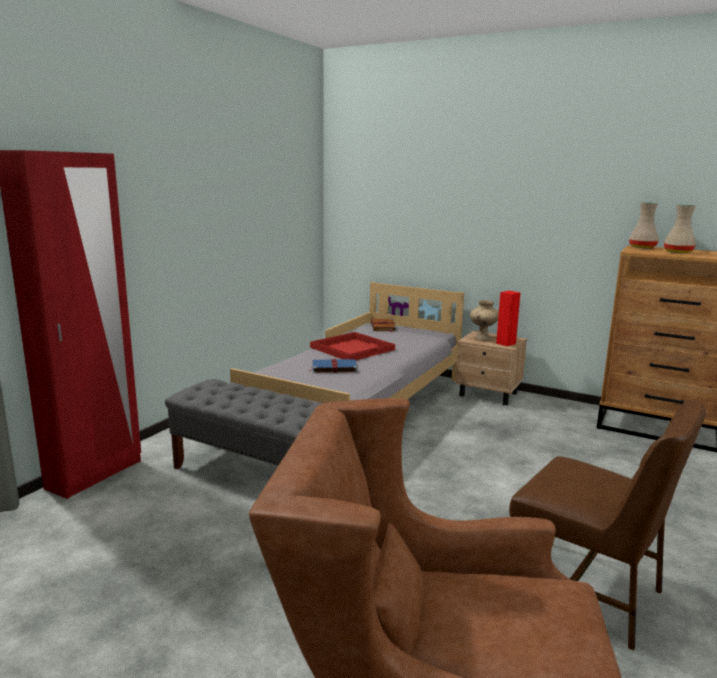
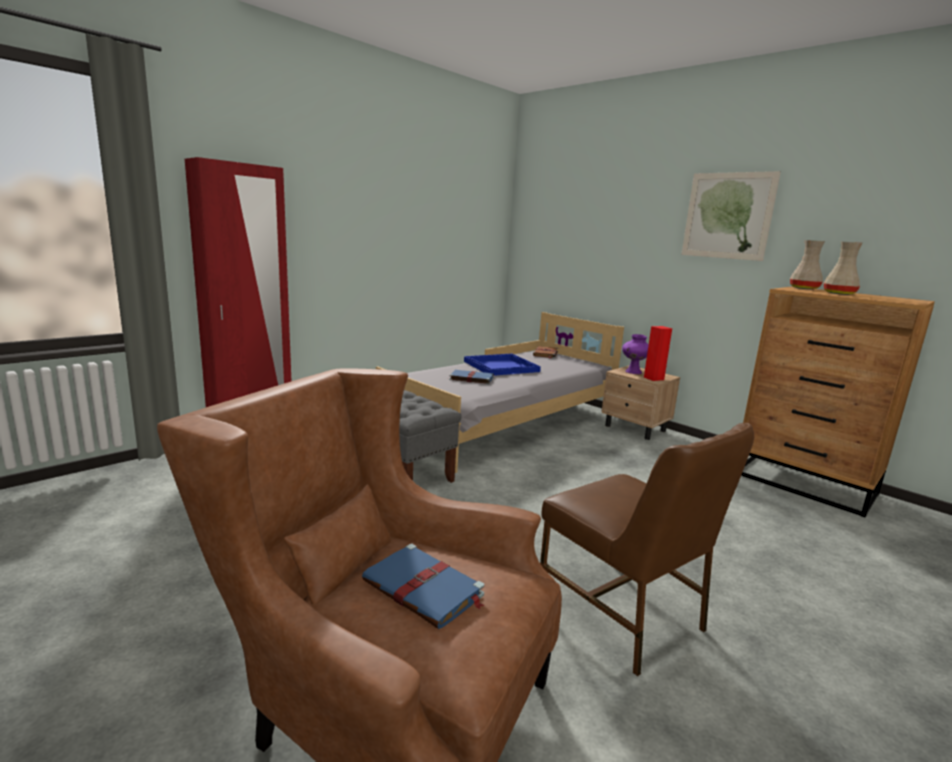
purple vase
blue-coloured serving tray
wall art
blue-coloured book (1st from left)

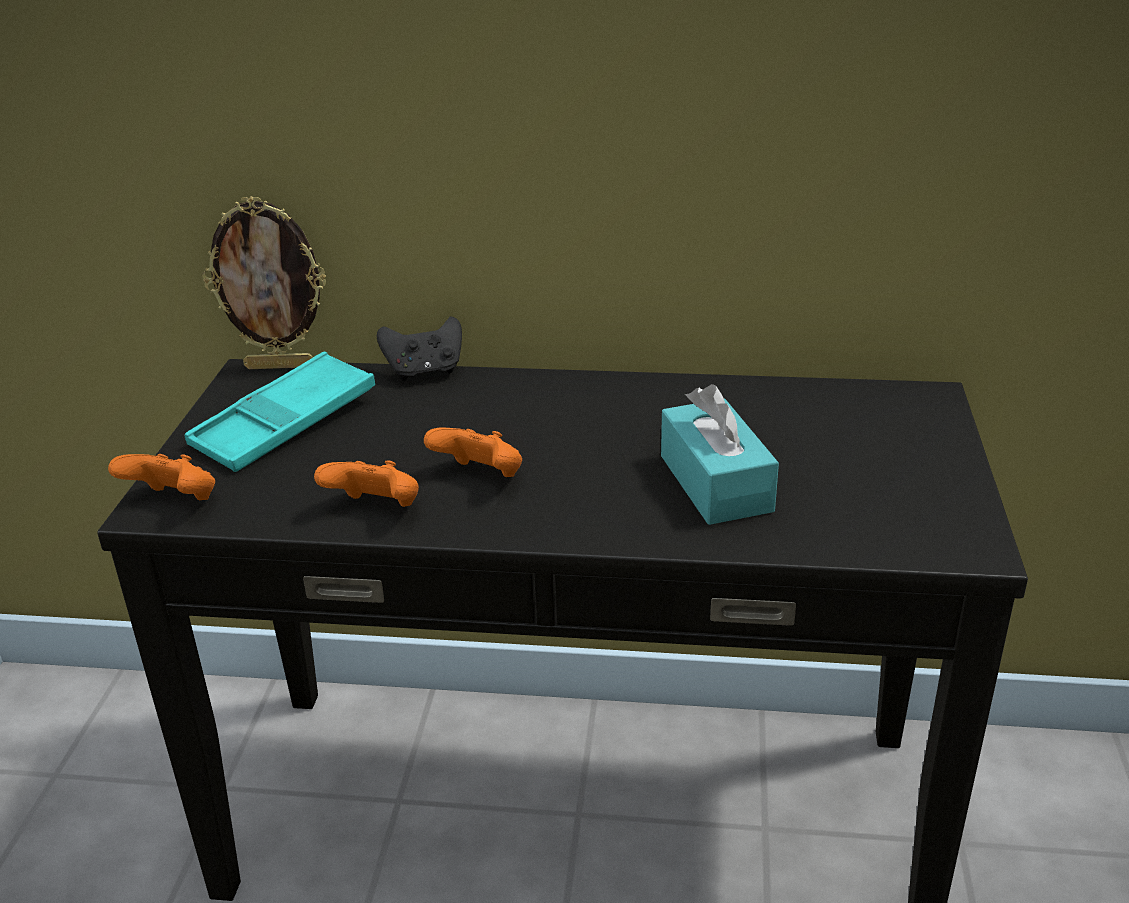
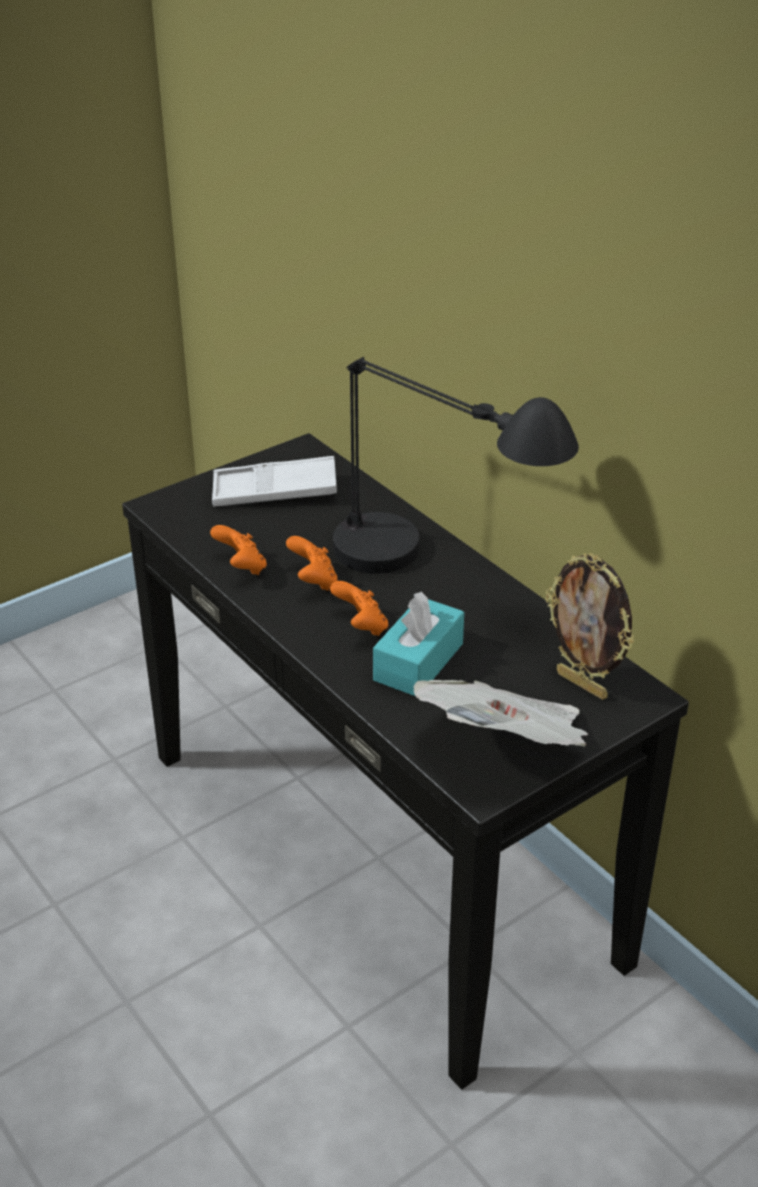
standing frame
black-coloured game controller
whitish serving tray
orangey game controller (3rd from left)
black-coloured tabletop lamp
daily paper

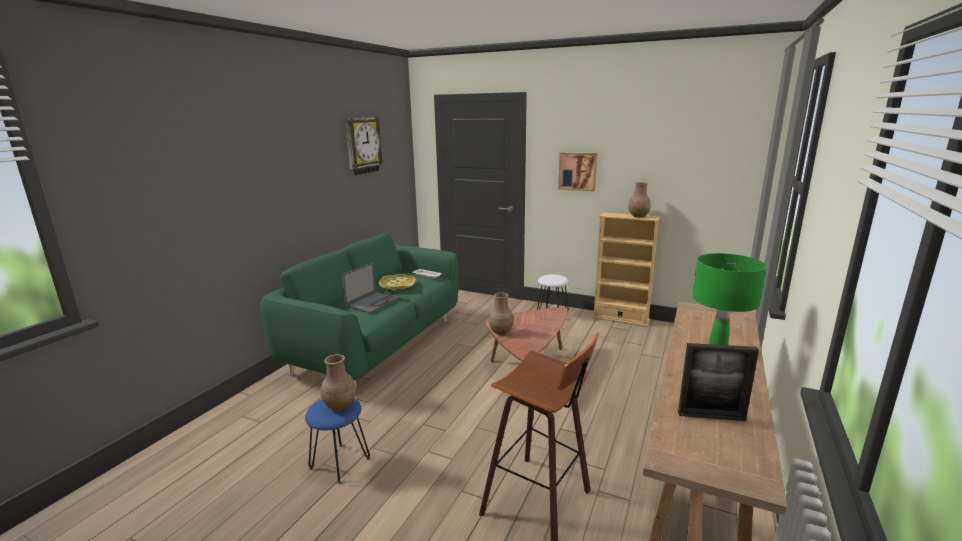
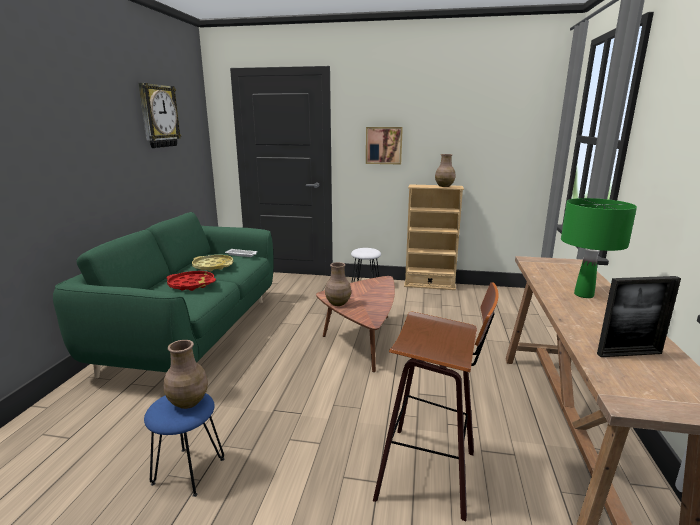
red-coloured serving tray

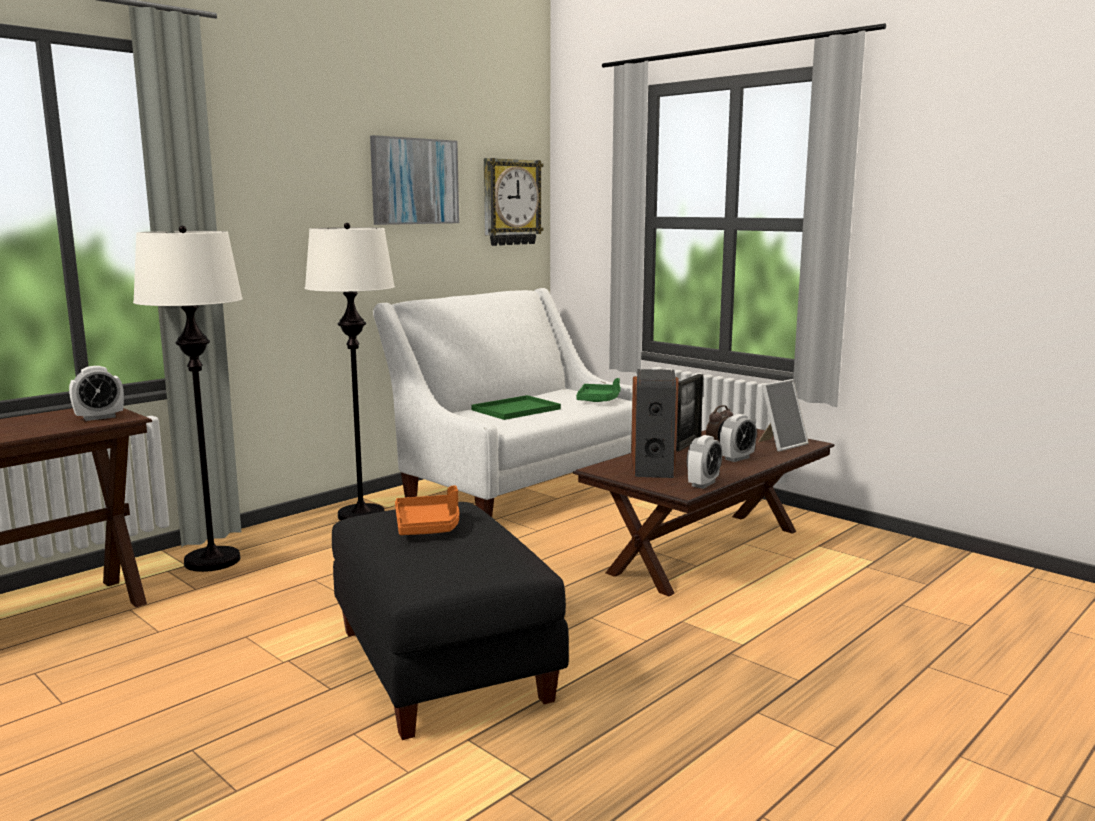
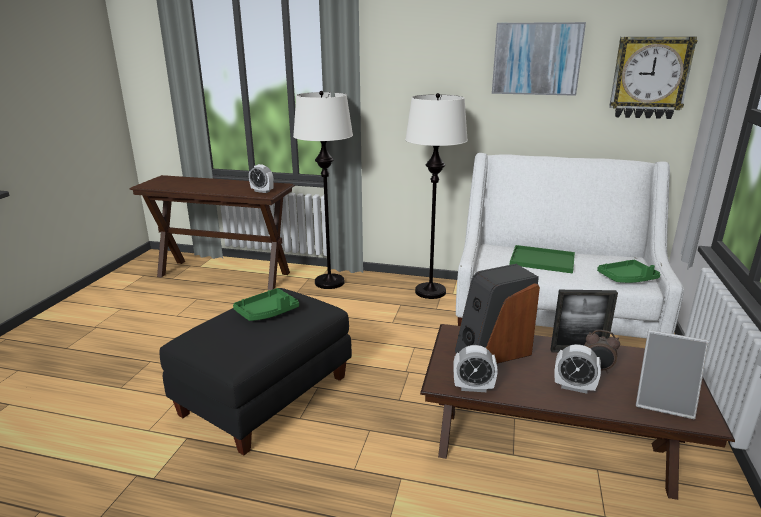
green serving tray (1st from left)

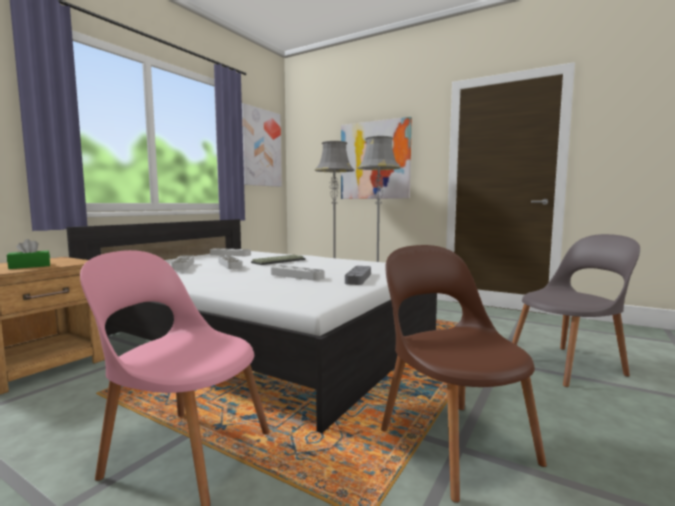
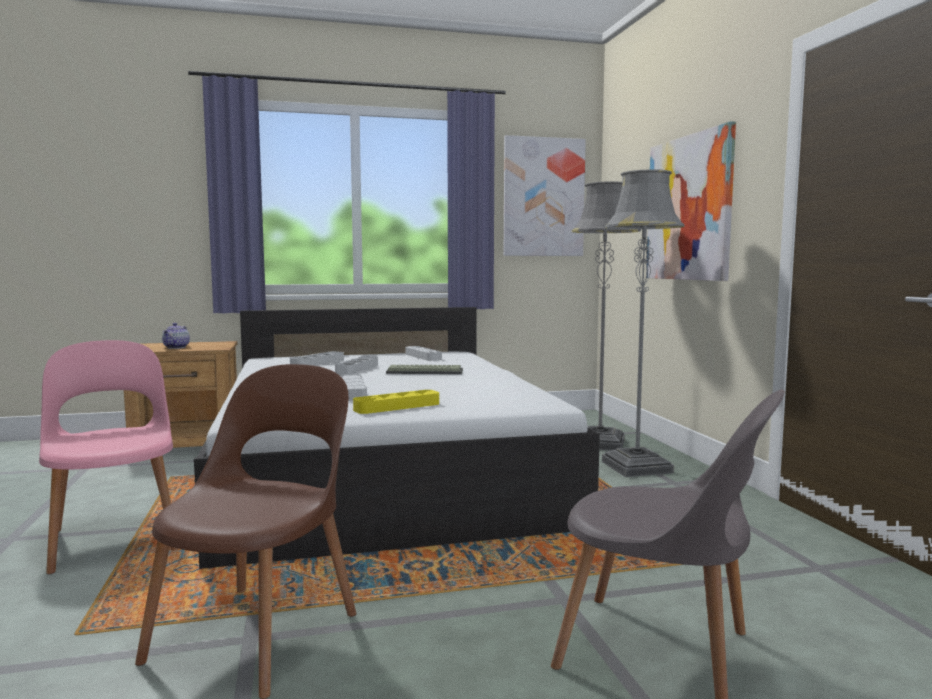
tea pot
yellow serving tray

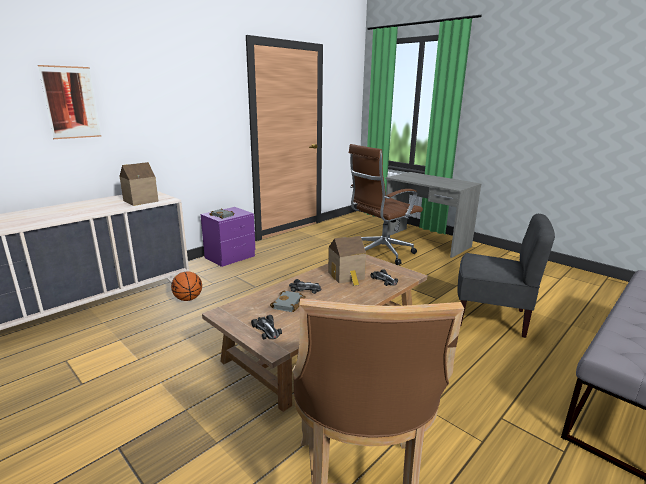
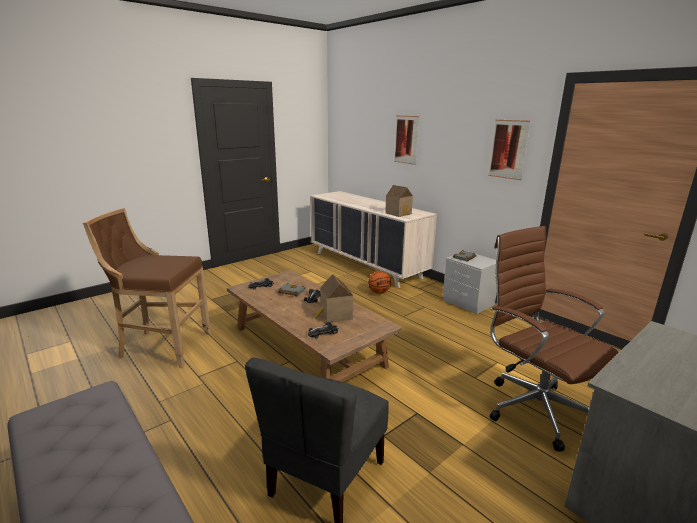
gray night table
wall art (2nd from left)

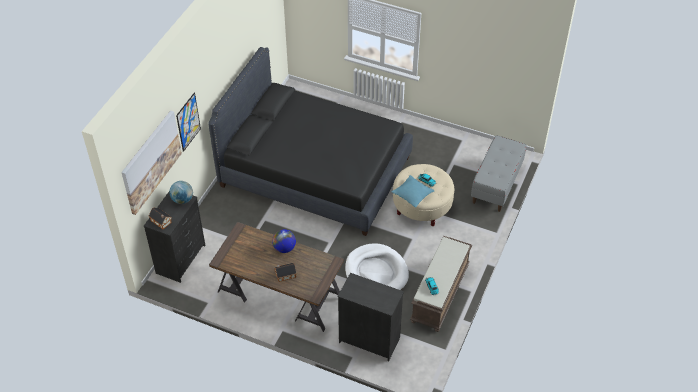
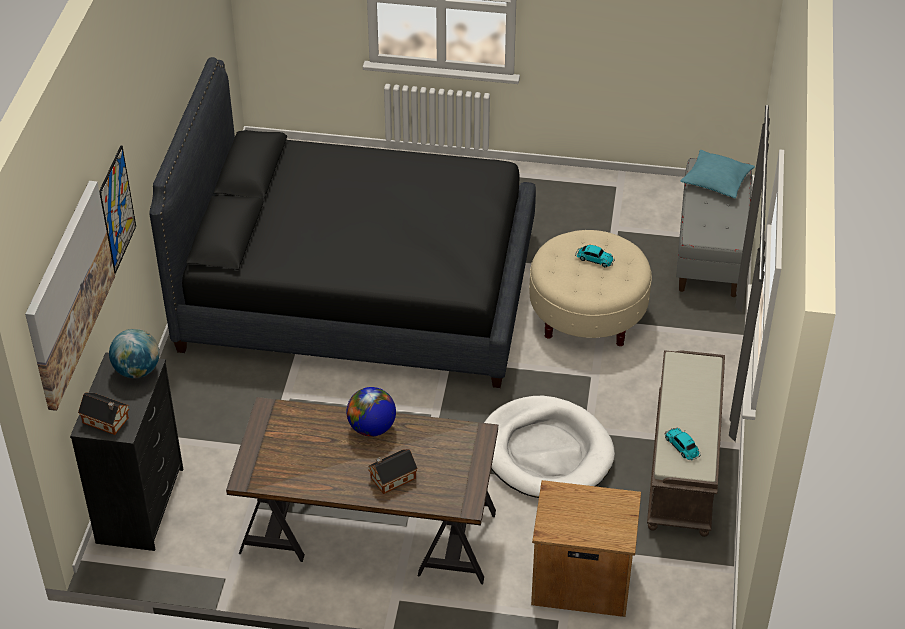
turquoise throw pillow
brown-coloured night table

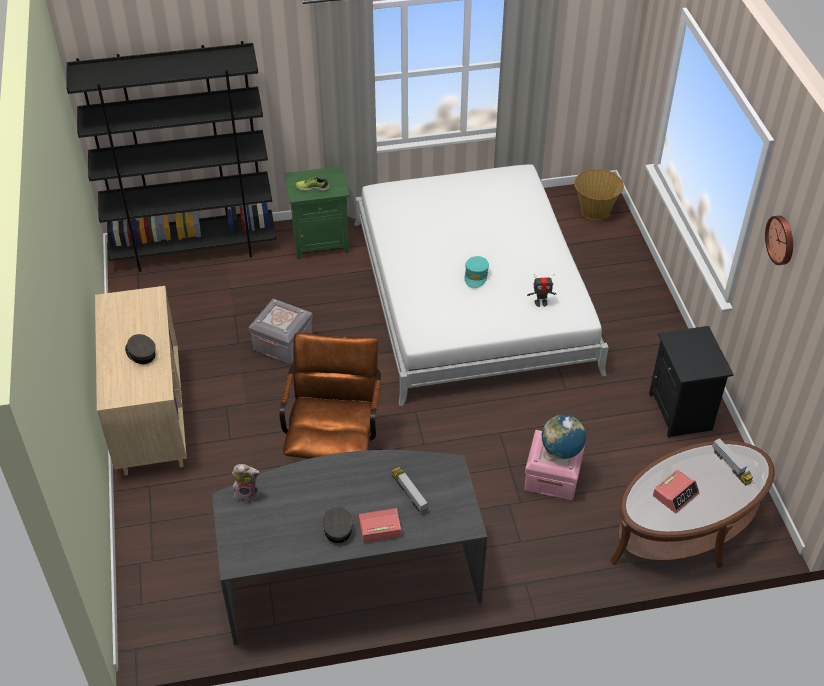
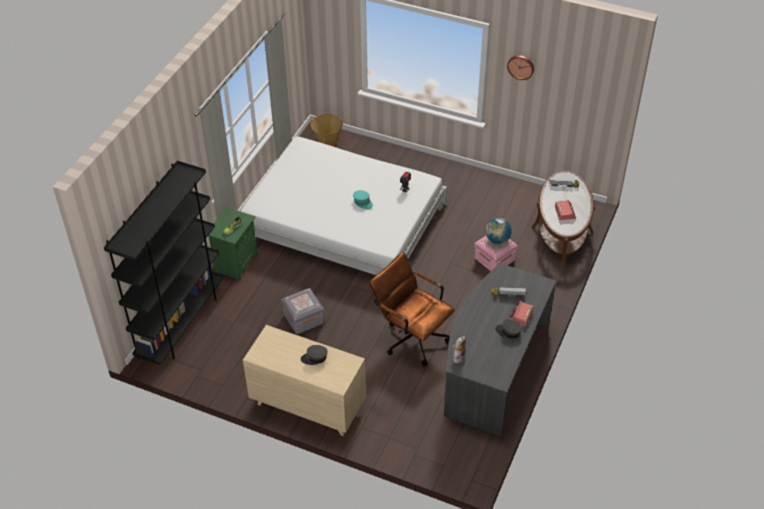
black-coloured night table

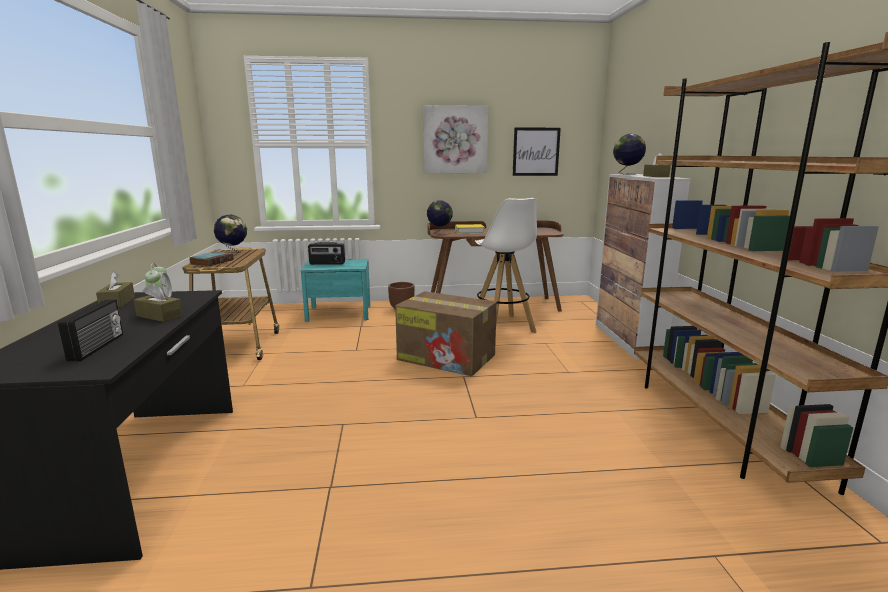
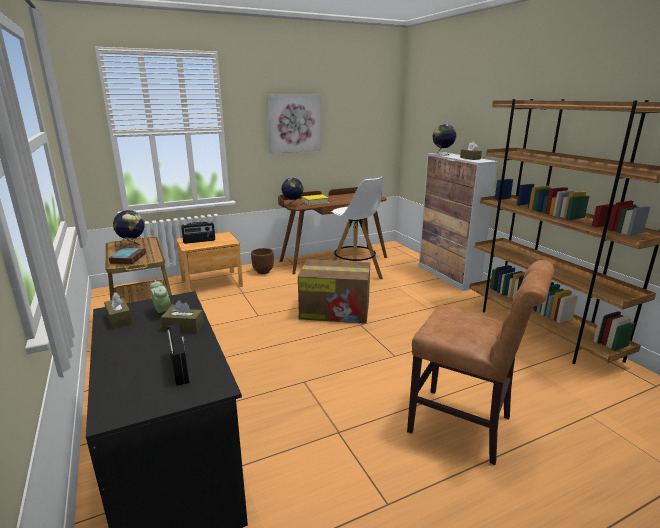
wall art (2nd from left in the first image)
brown-coloured night table
brown-coloured chair

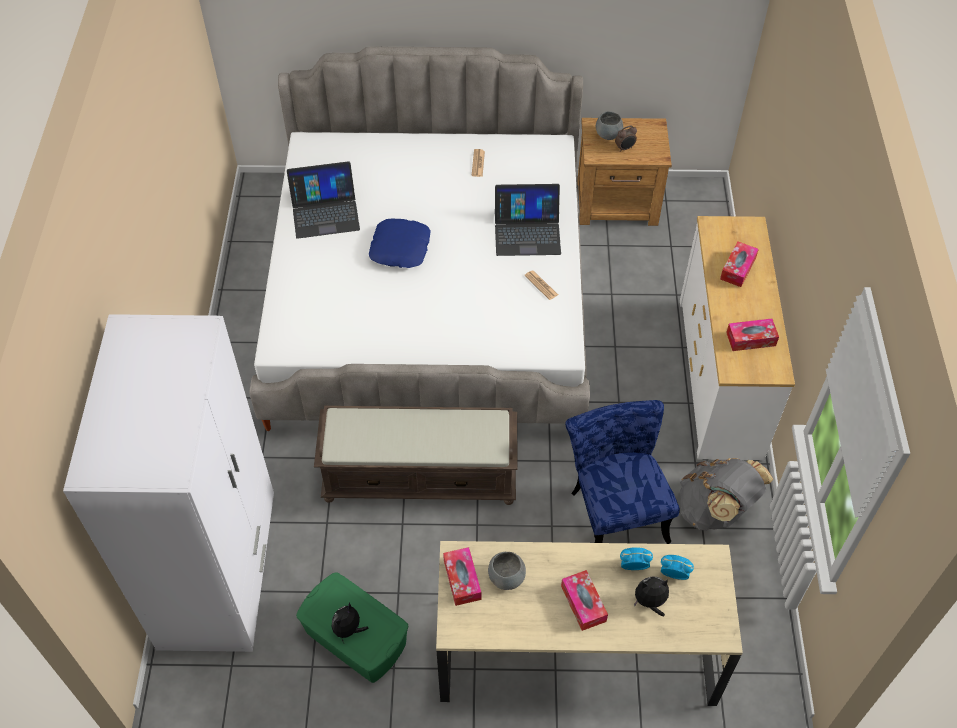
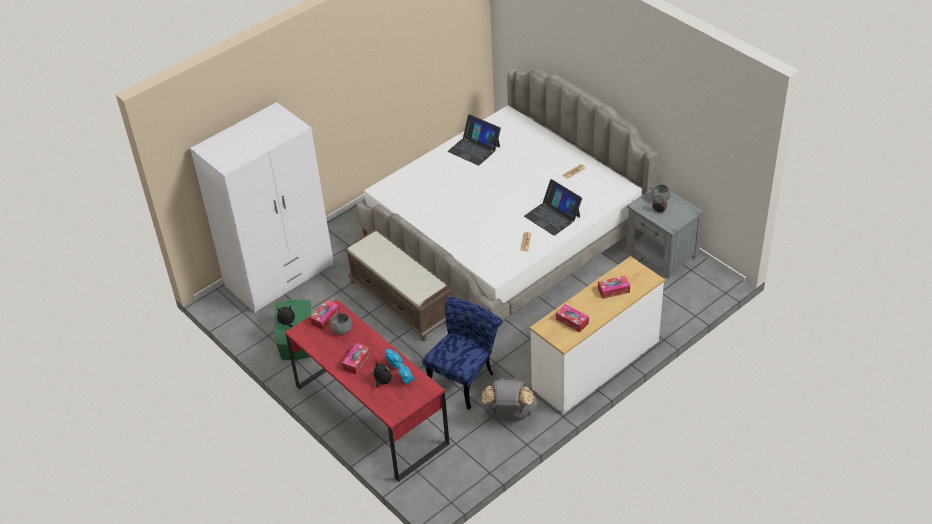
gray night table
blue-coloured throw pillow
red-coloured desk table

